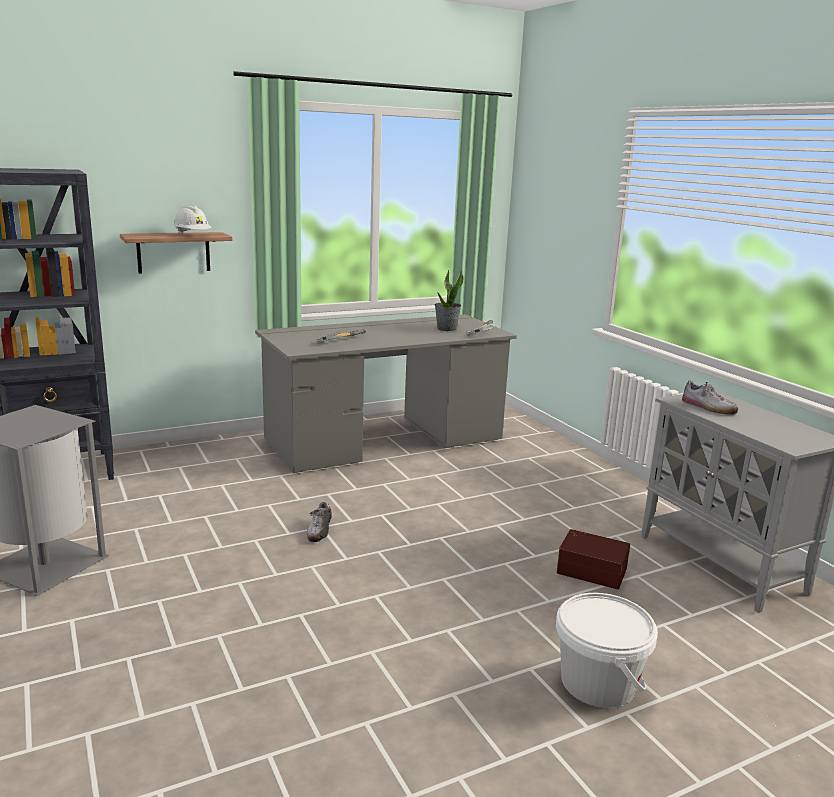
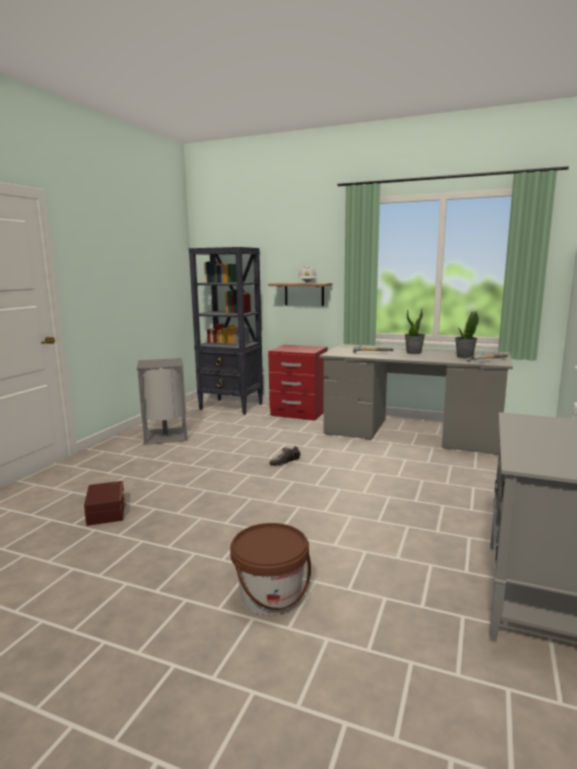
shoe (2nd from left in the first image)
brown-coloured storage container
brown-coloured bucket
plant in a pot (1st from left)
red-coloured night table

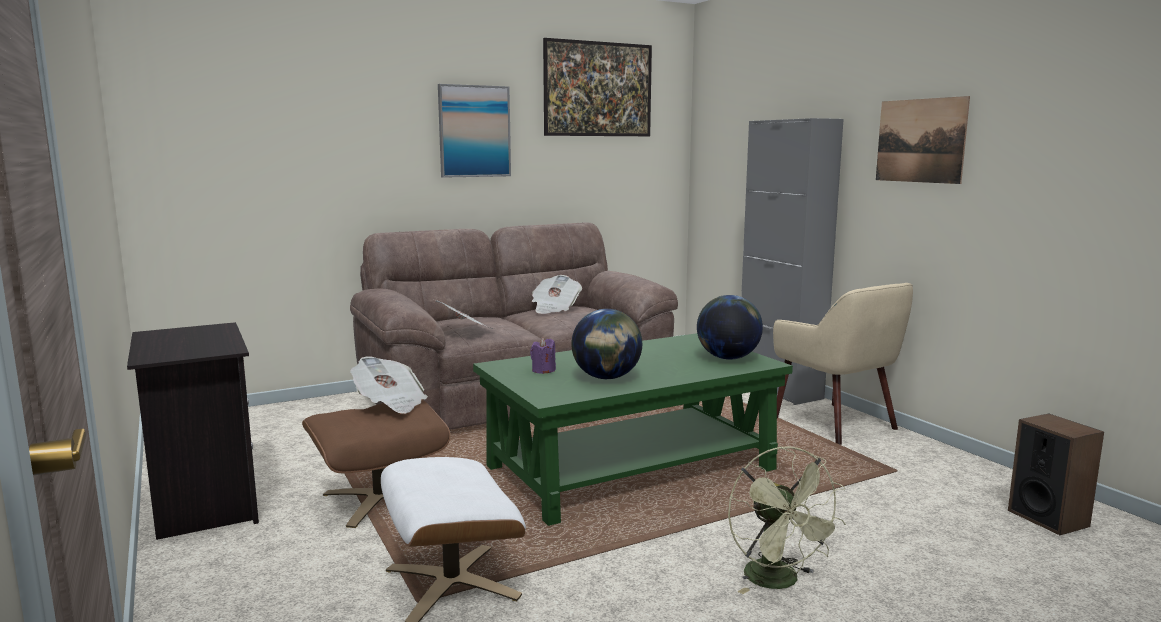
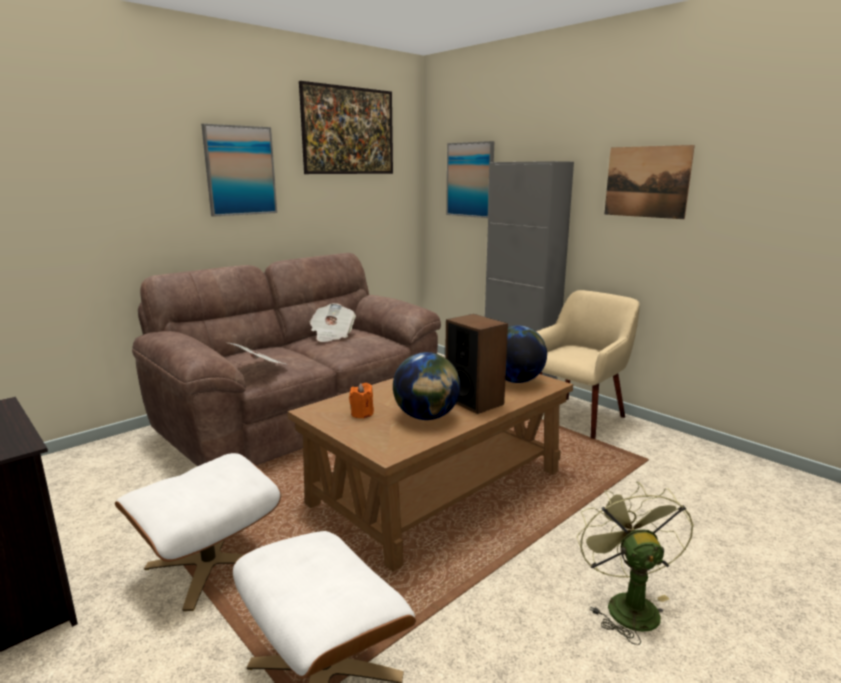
beige lounge chair
brown-coloured coffee table
orangey wax light
daily paper (1st from left in the first image)
whitish ottoman (1st from left)
audio speaker
green cooling fan
wall art (3rd from left)

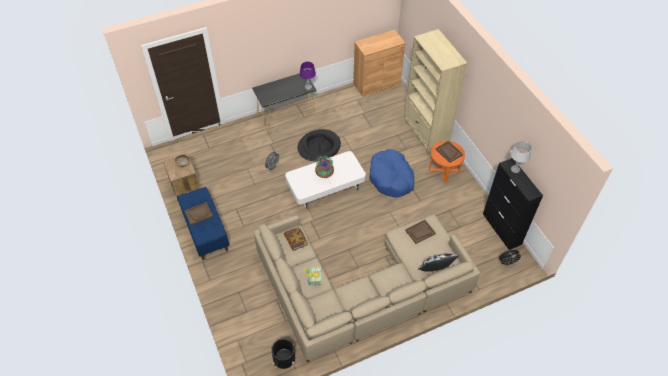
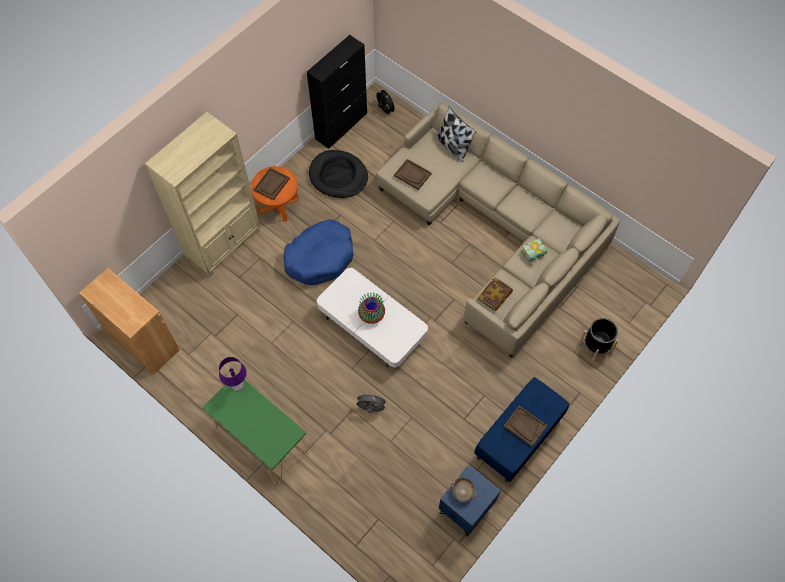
green console table
black-coloured pet bed
gray tabletop lamp
blue-coloured night table
black-coloured flower pot

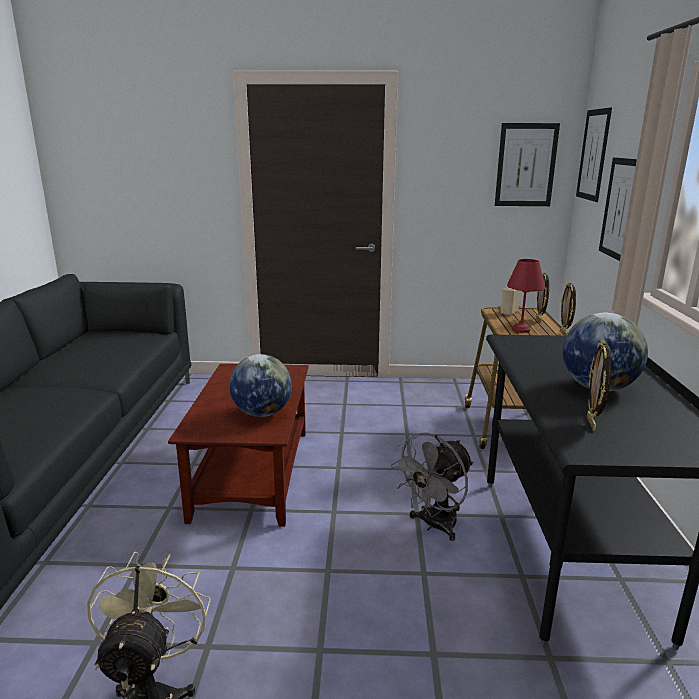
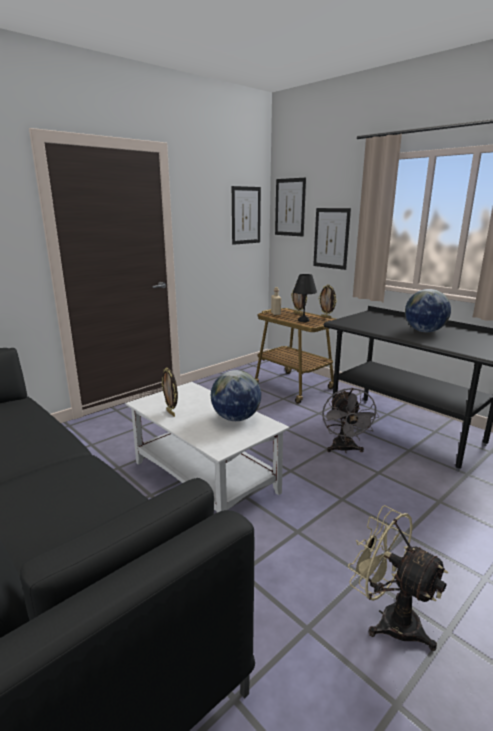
black-coloured tabletop lamp
standing frame (1st from left)
whitish coffee table

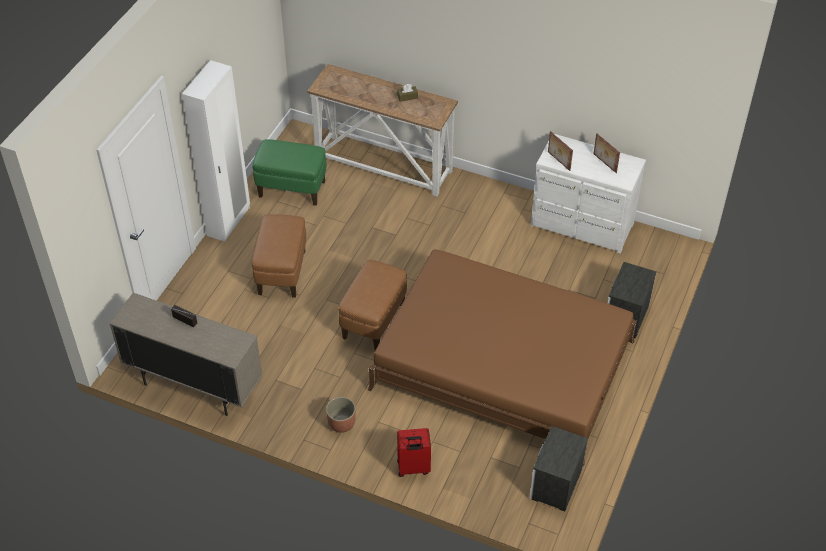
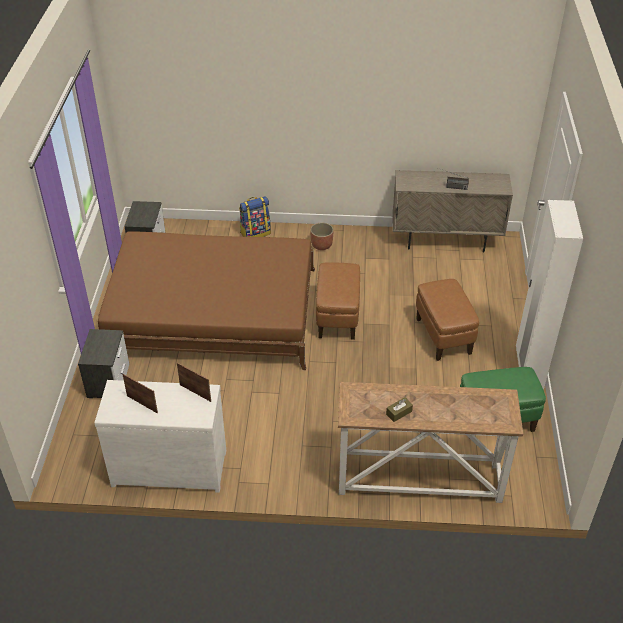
rucksack

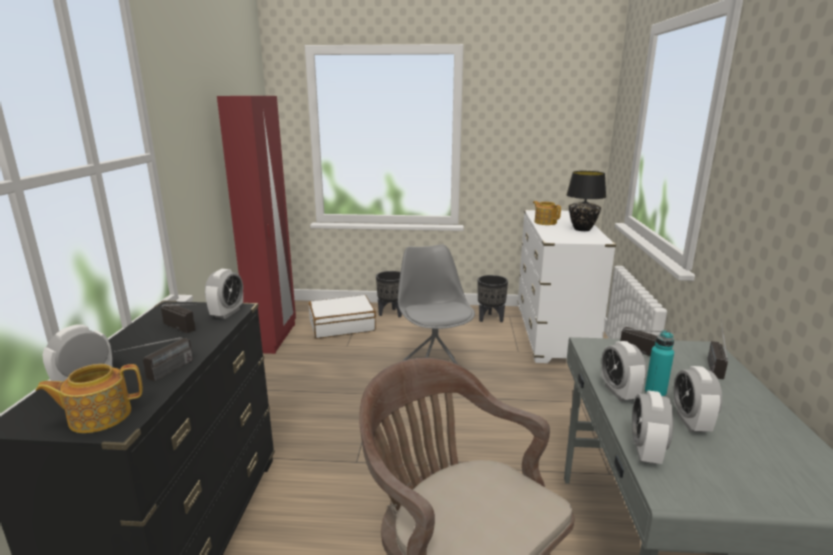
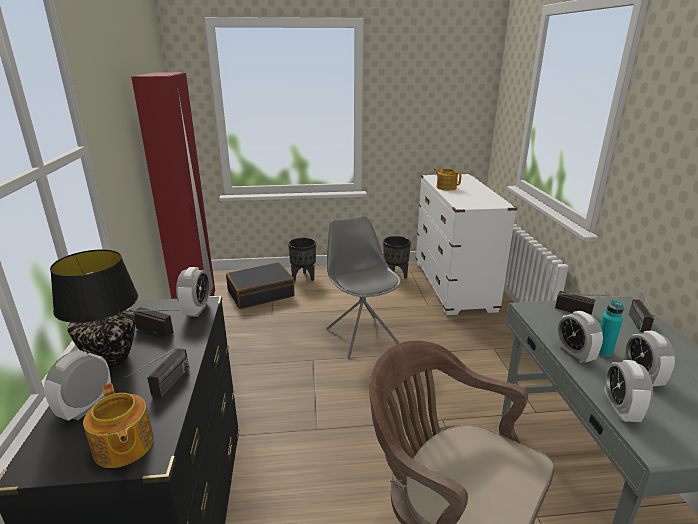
black-coloured tabletop lamp
black-coloured suitcase
tea pot (1st from left)

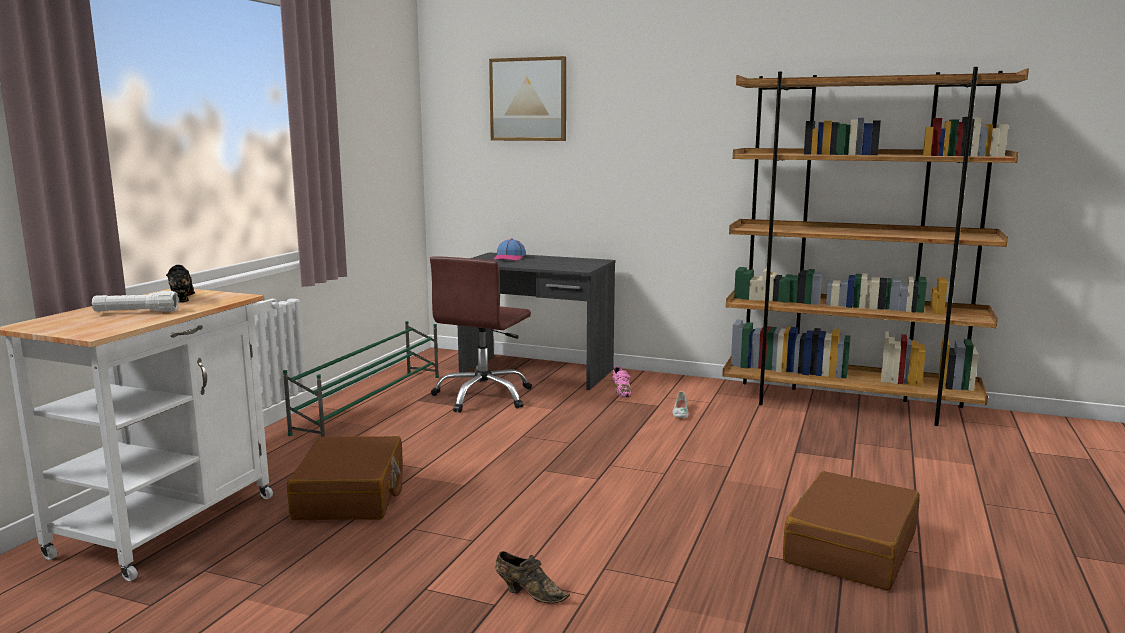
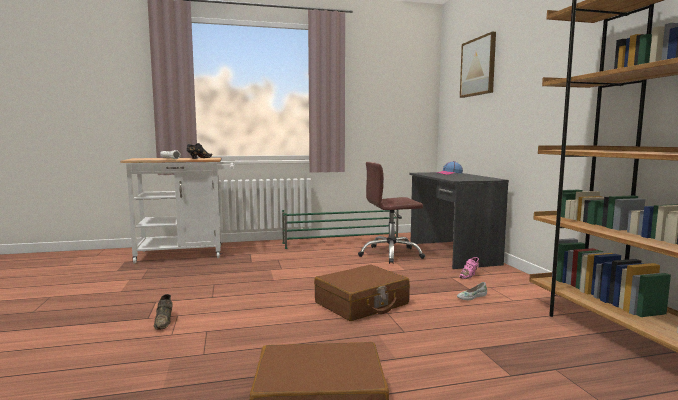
brown-coloured suitcase (2nd from left)

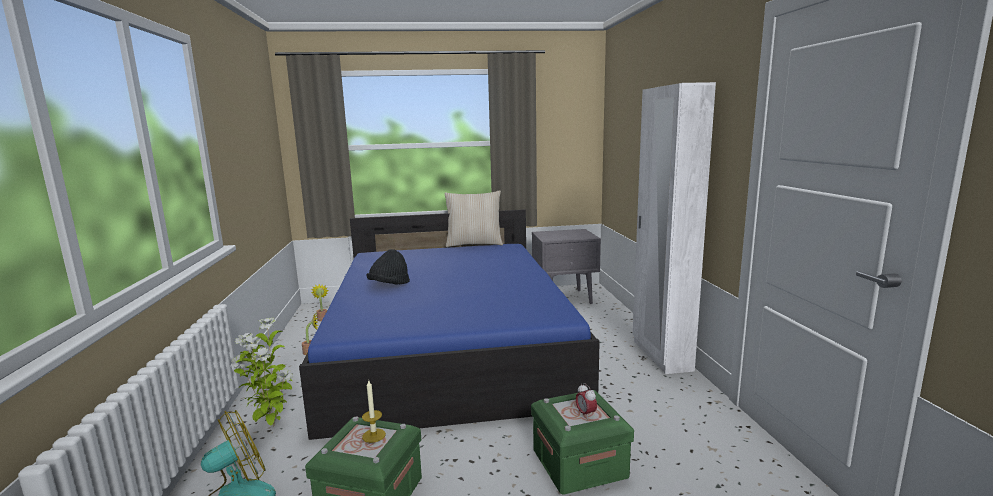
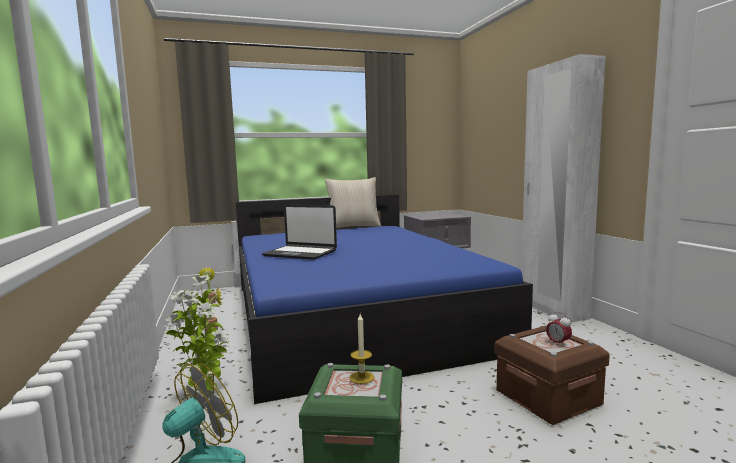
laptop
brown-coloured storage container

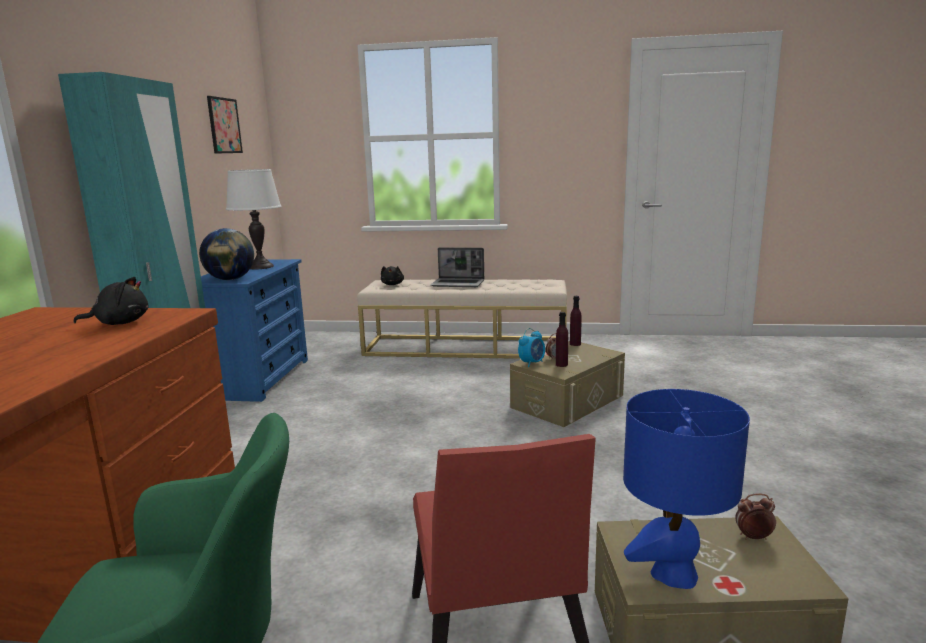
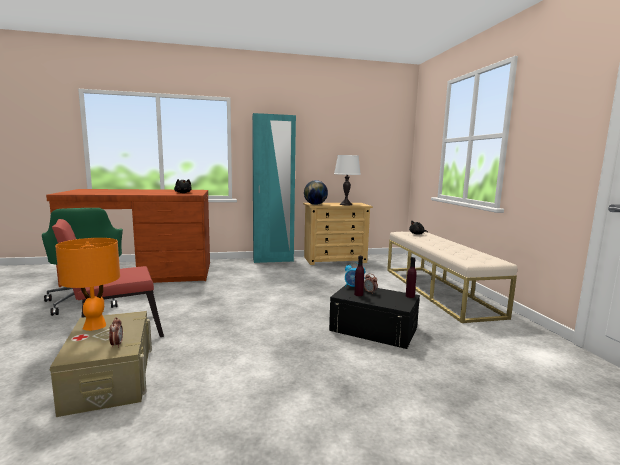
wall art
laptop
beige dresser
black-coloured storage container
orangey tabletop lamp

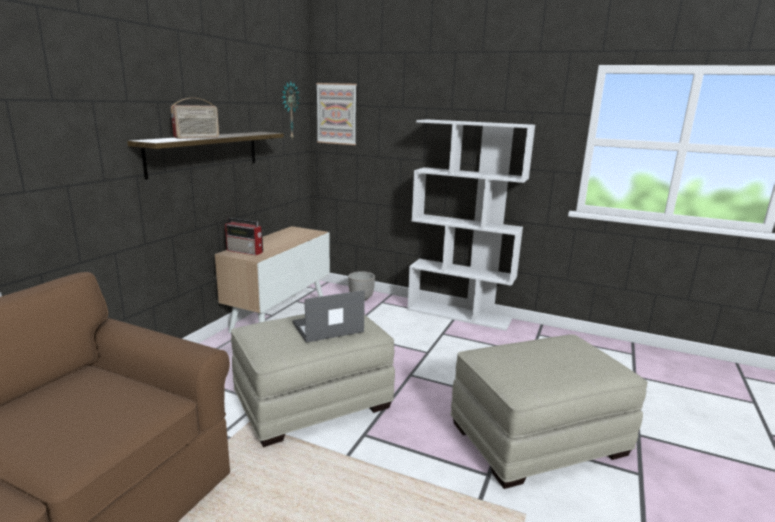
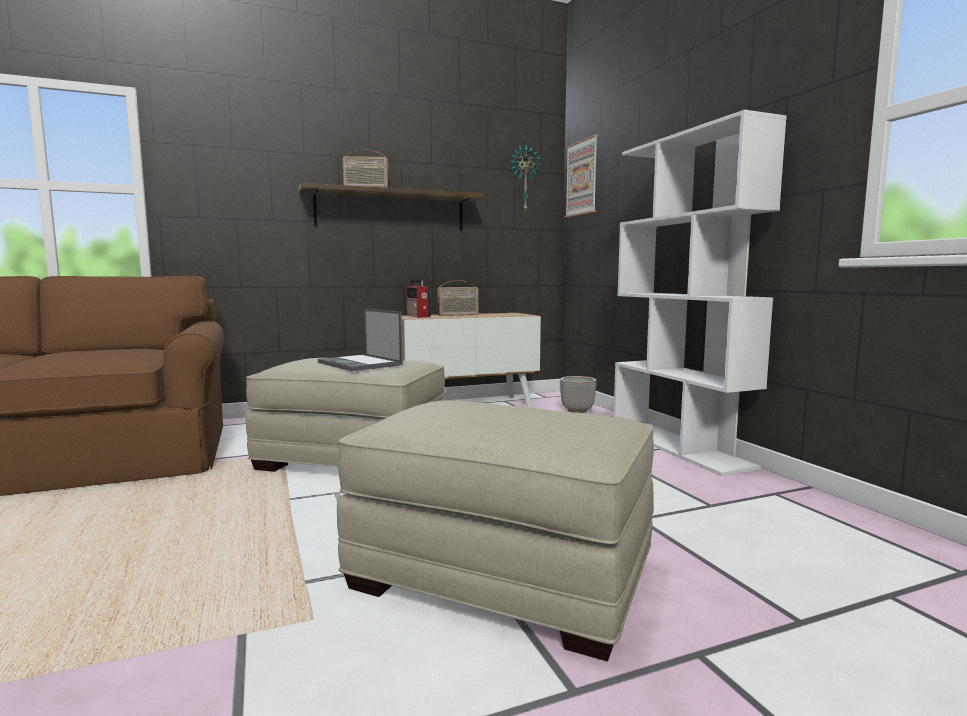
laptop
radio receiver (3rd from left)

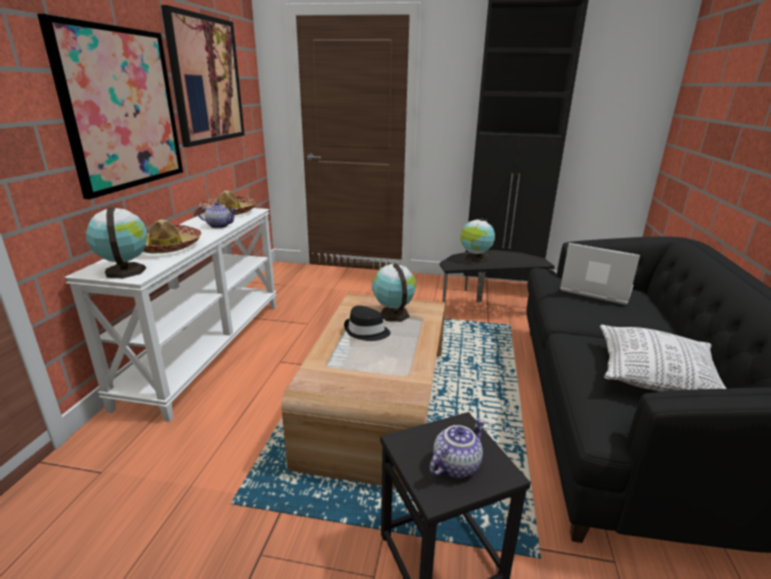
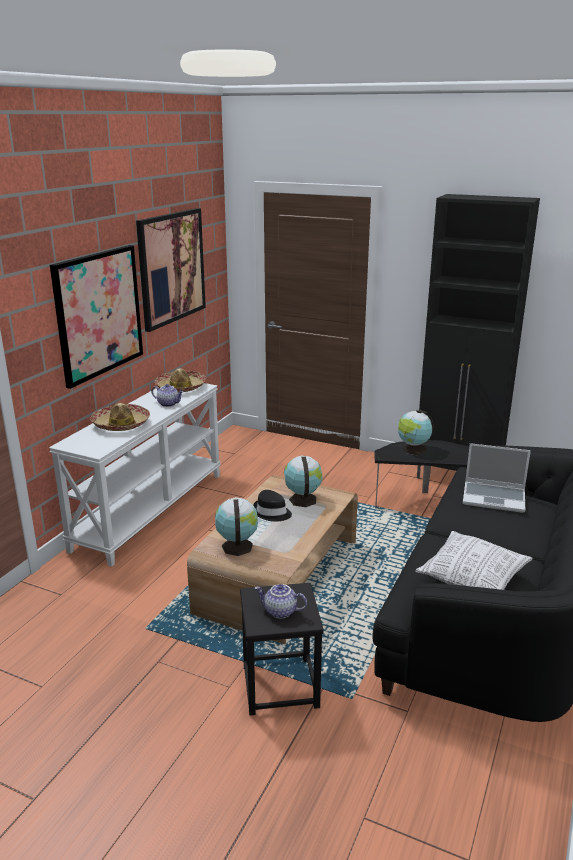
globe (1st from left)
laptop
tea pot (2nd from left)

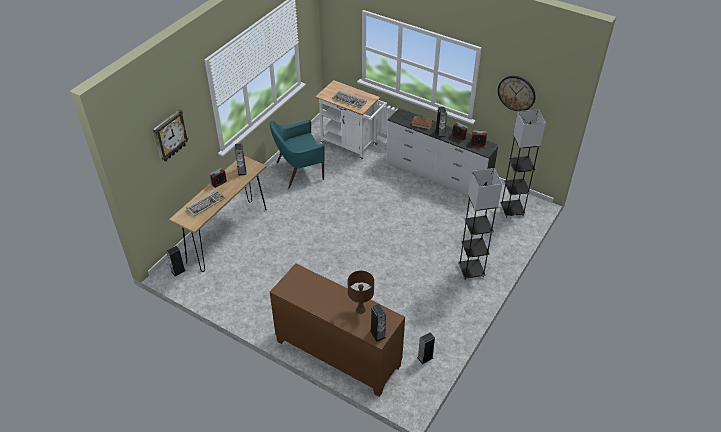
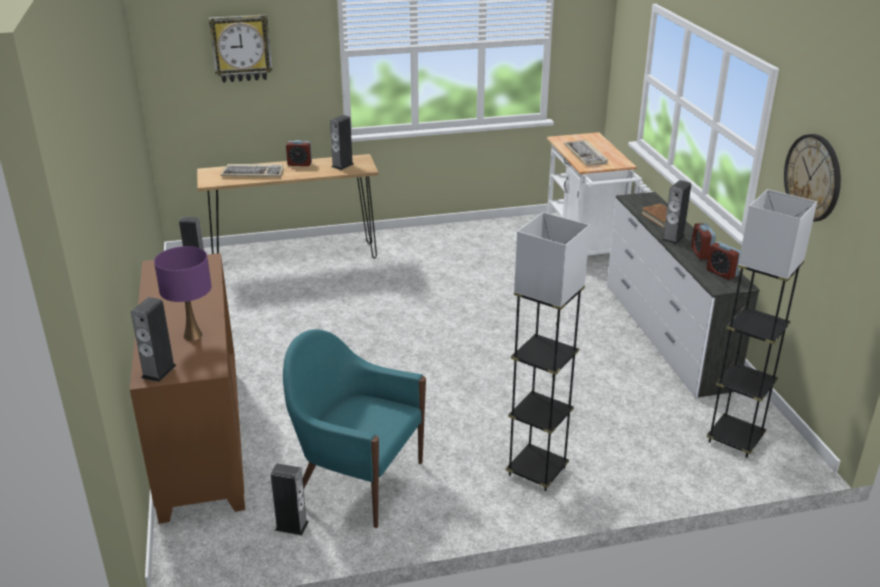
turquoise lounge chair
purple tabletop lamp

